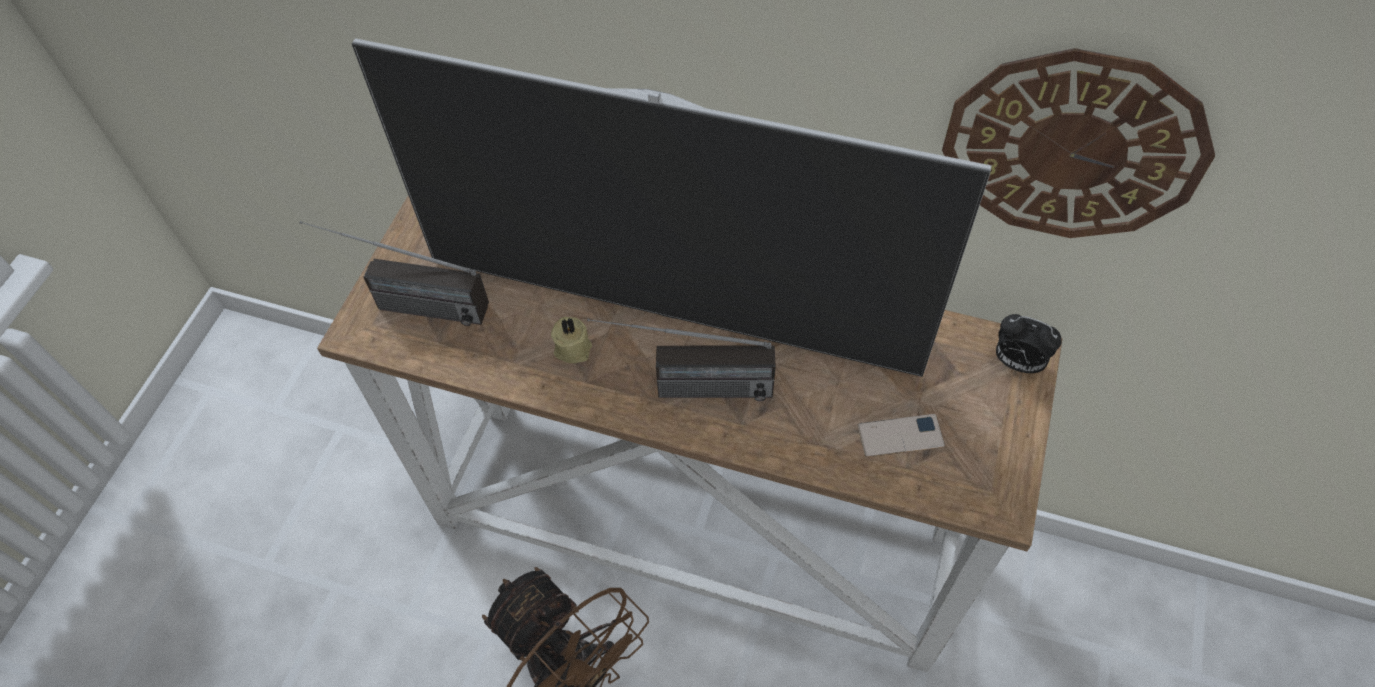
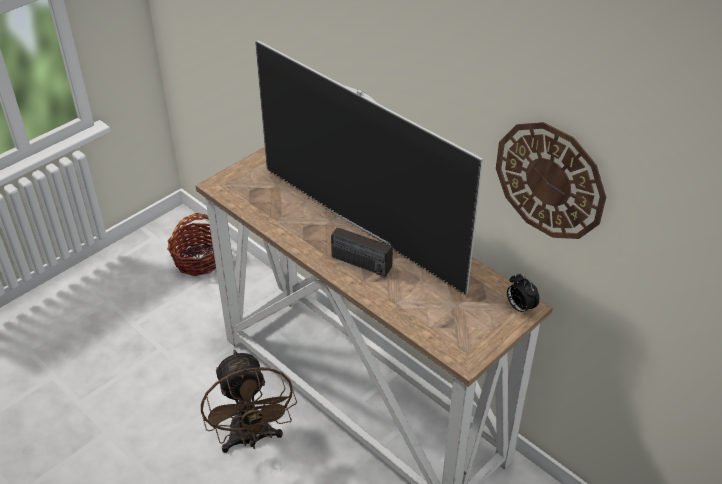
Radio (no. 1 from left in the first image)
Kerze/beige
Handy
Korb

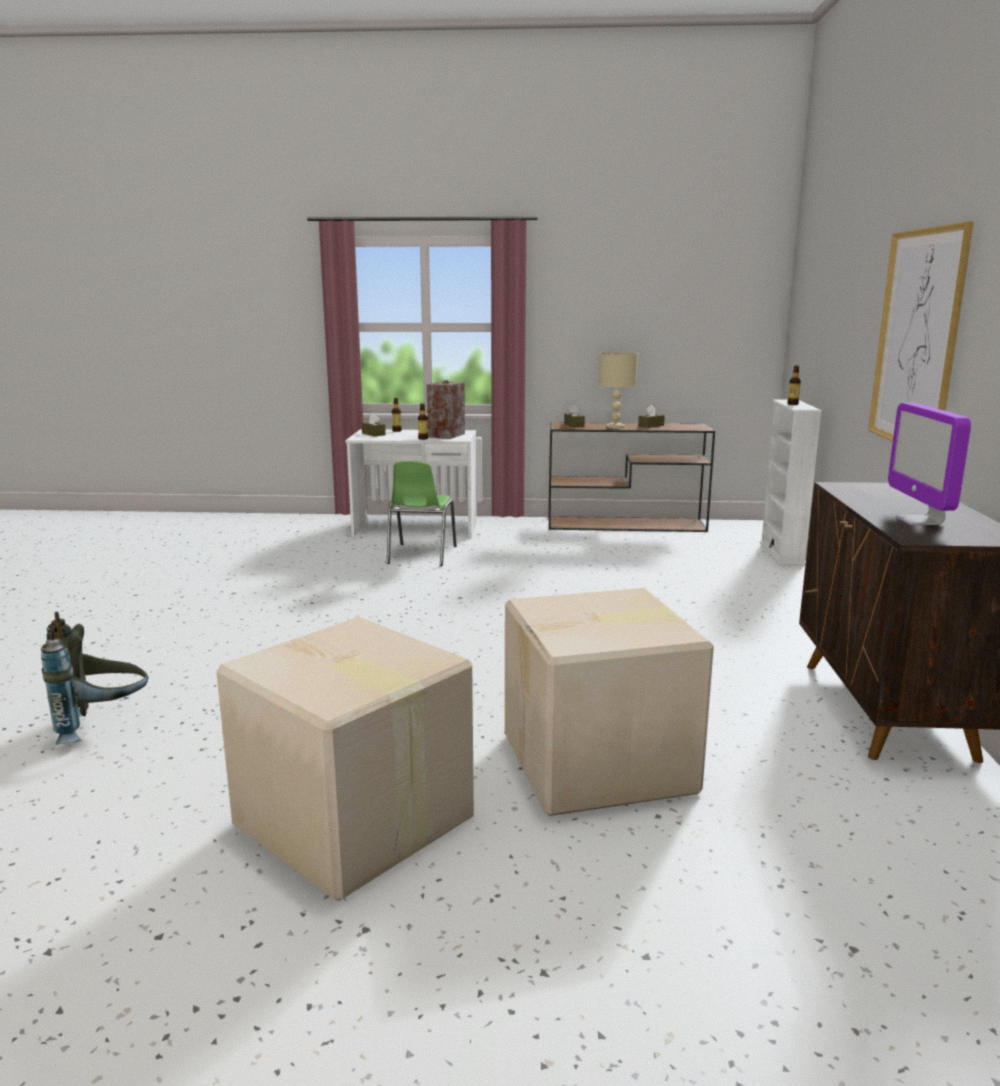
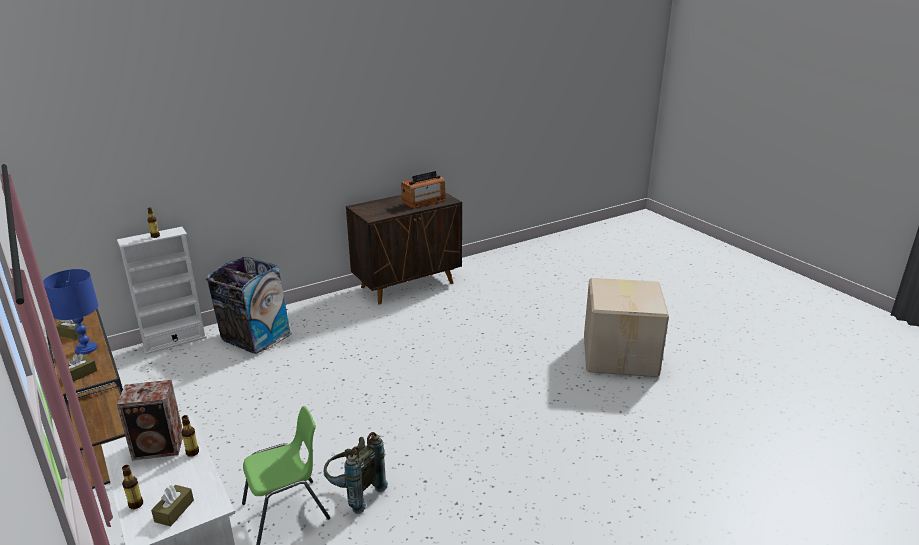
Rucksack/grau
Karton (no. 2 from left in the first image)
Tischlampe/blau
Bild
Radio
Mülleimer

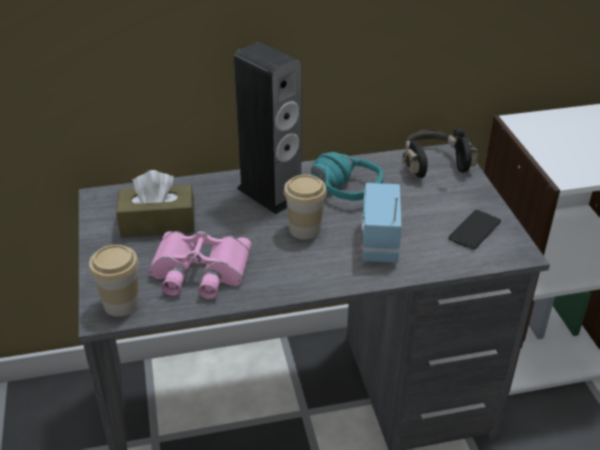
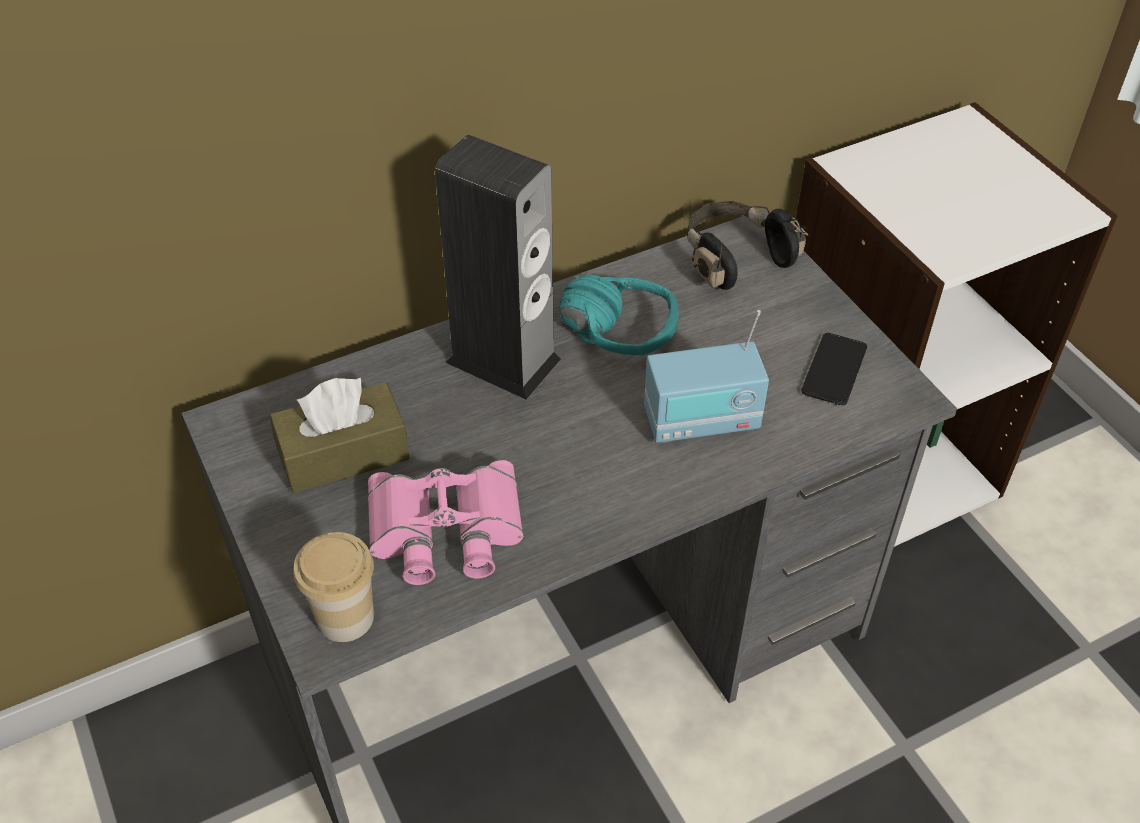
Tasse (no. 2 from left in the first image)
Radio

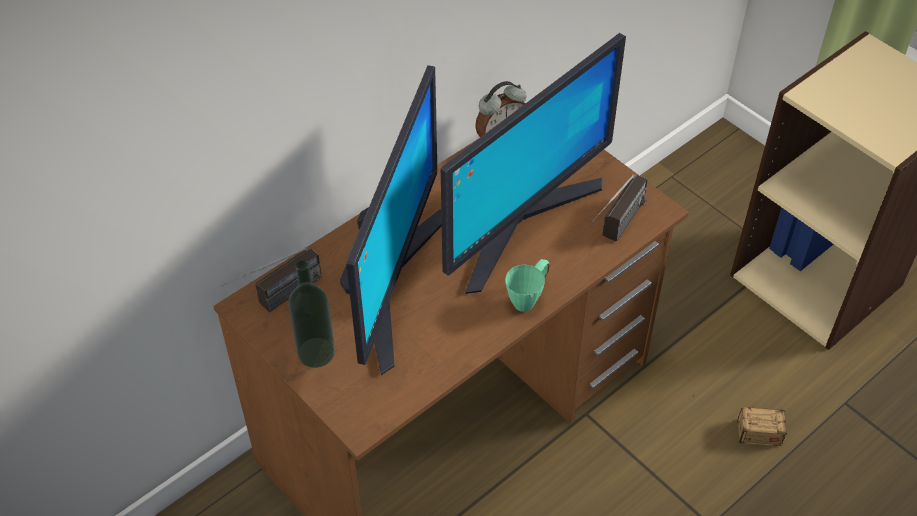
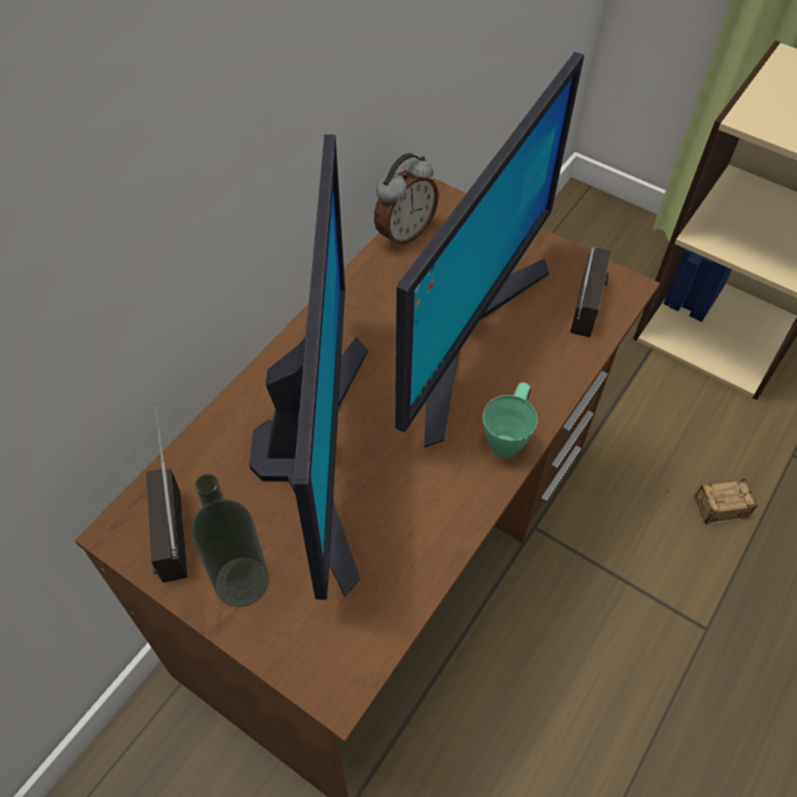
Radio (no. 1 from left)

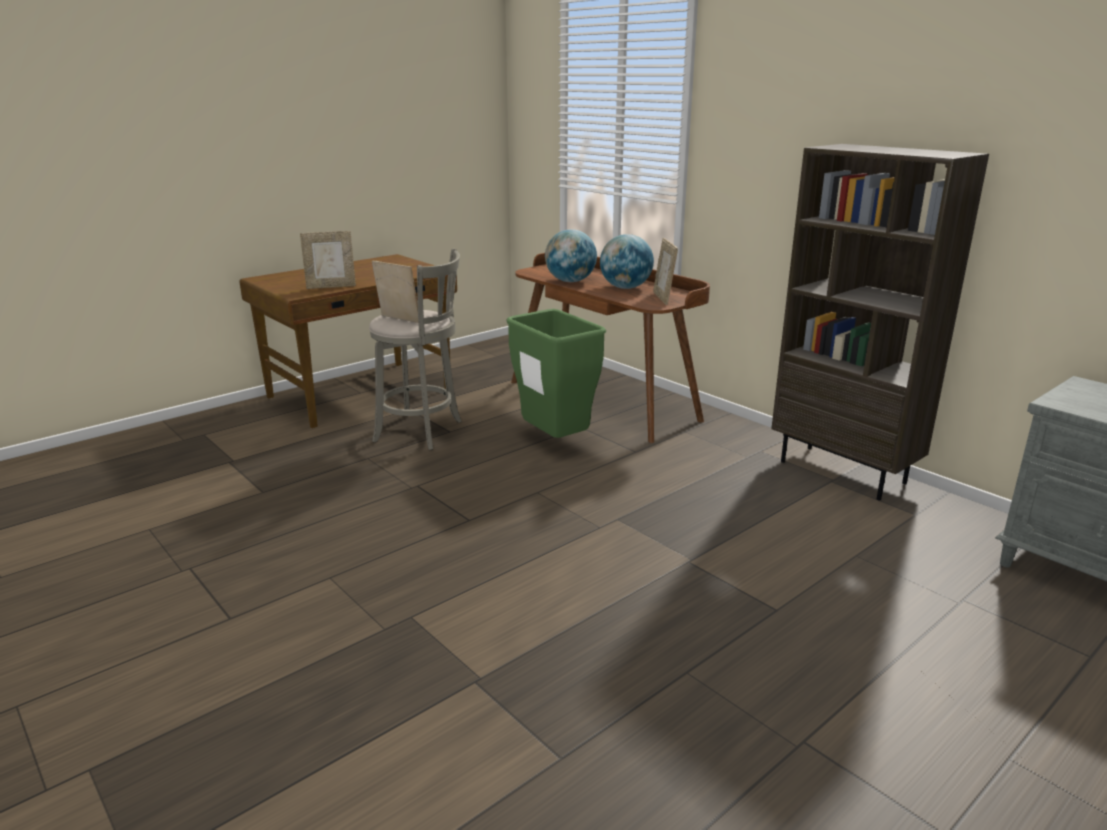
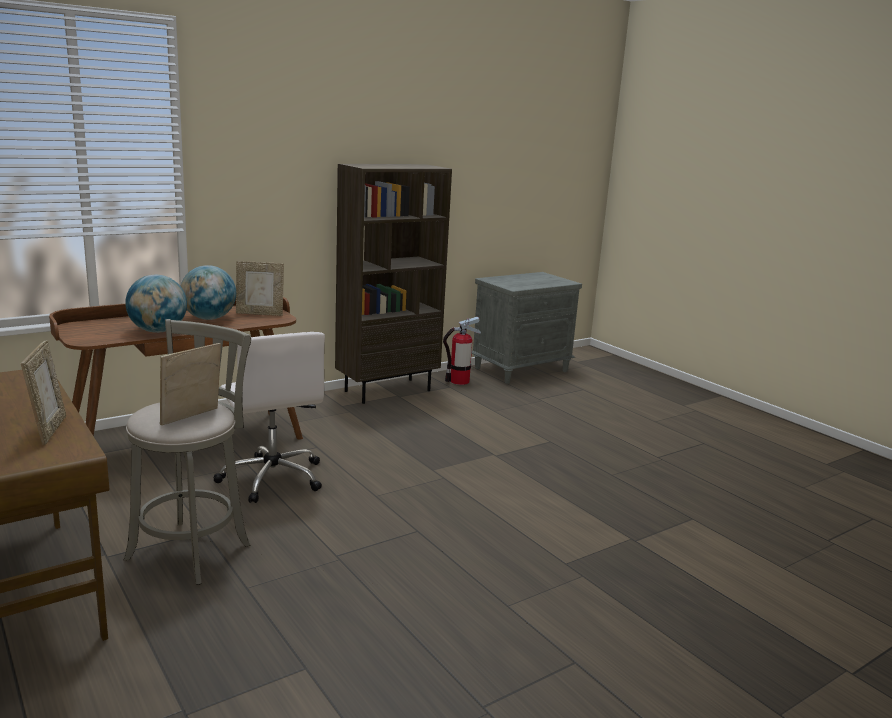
Bürostuhl/weiß
Feuerlöscher

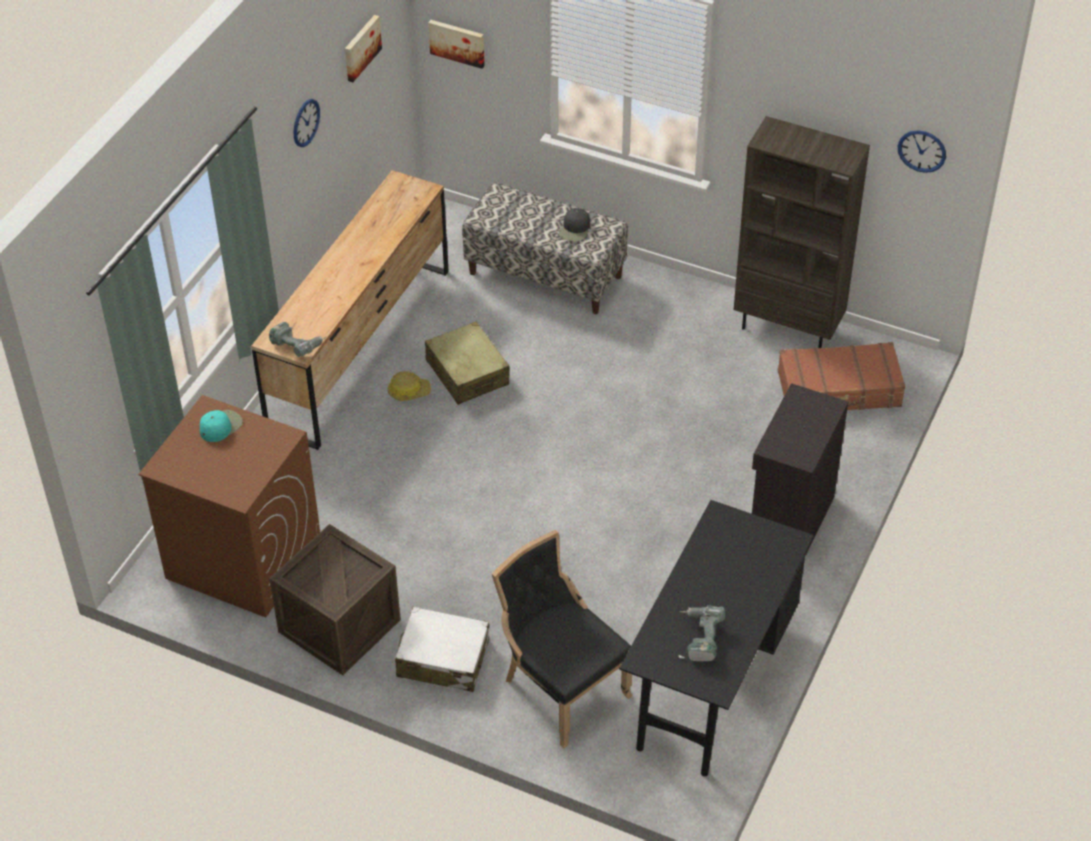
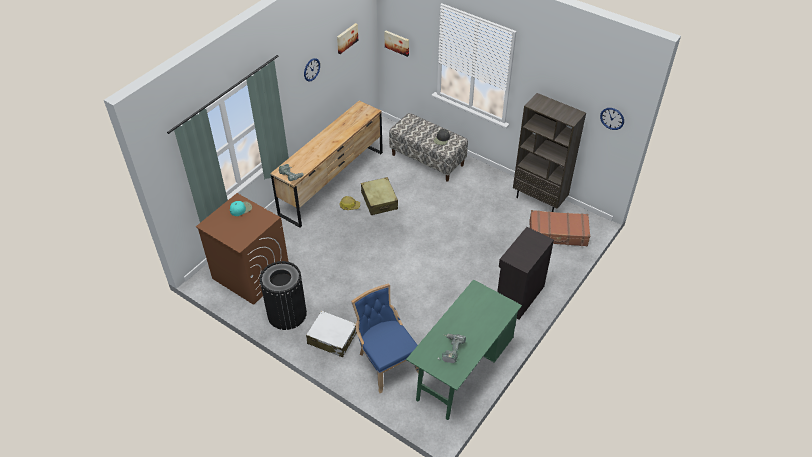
Mülleimer/schwarz
Stuhl/blau
Schreibtisch/grün

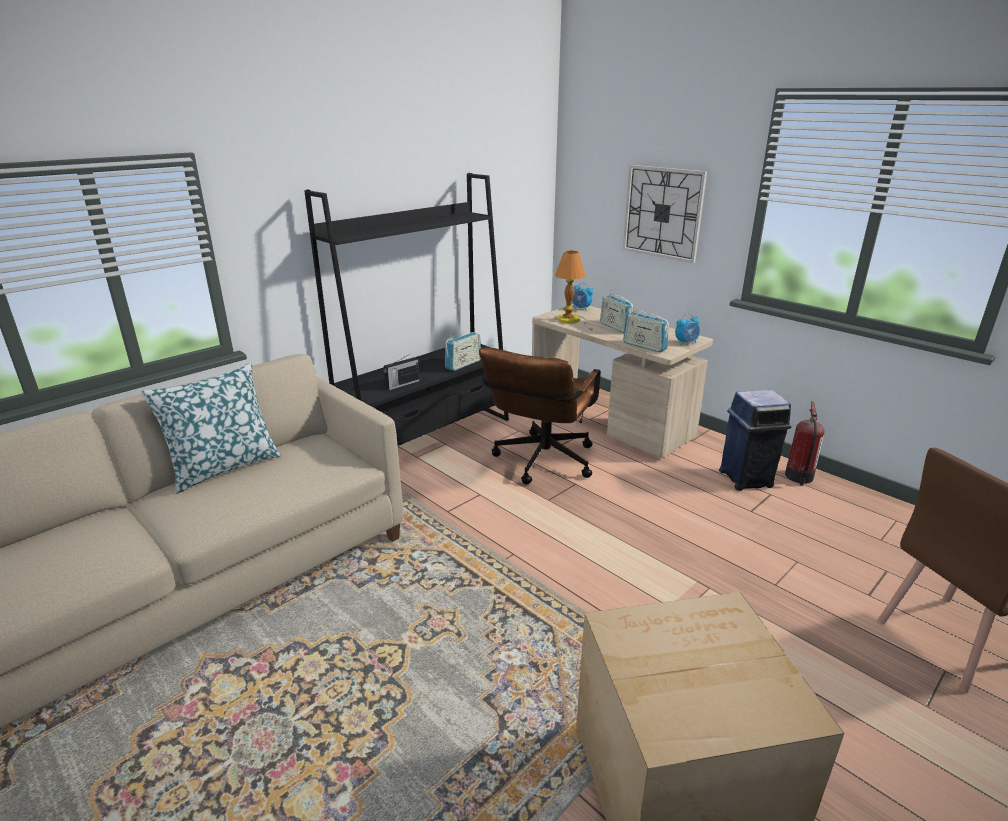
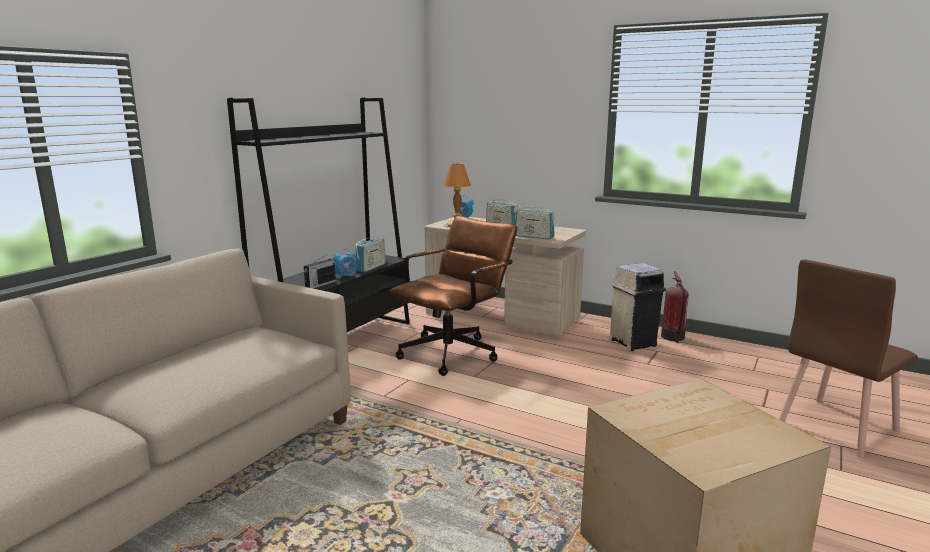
Kissen
Bürostuhl/braun
Wanduhr
Wecker (no. 1 from left)
Mülleimer/beige

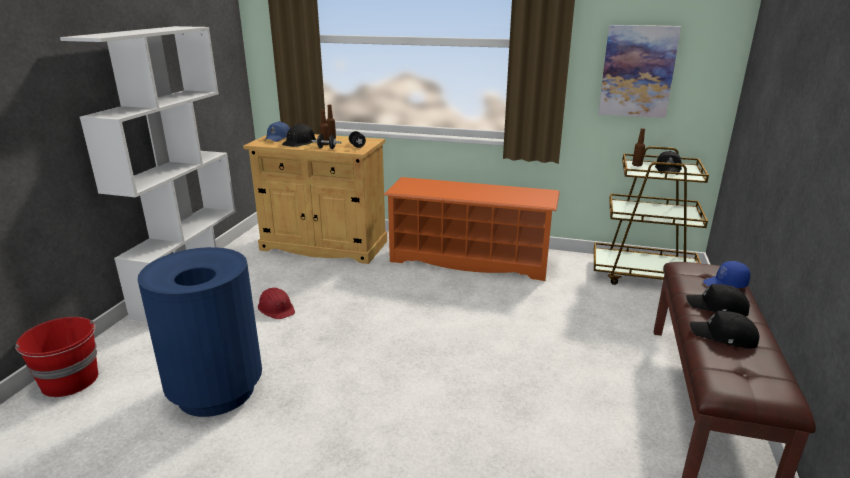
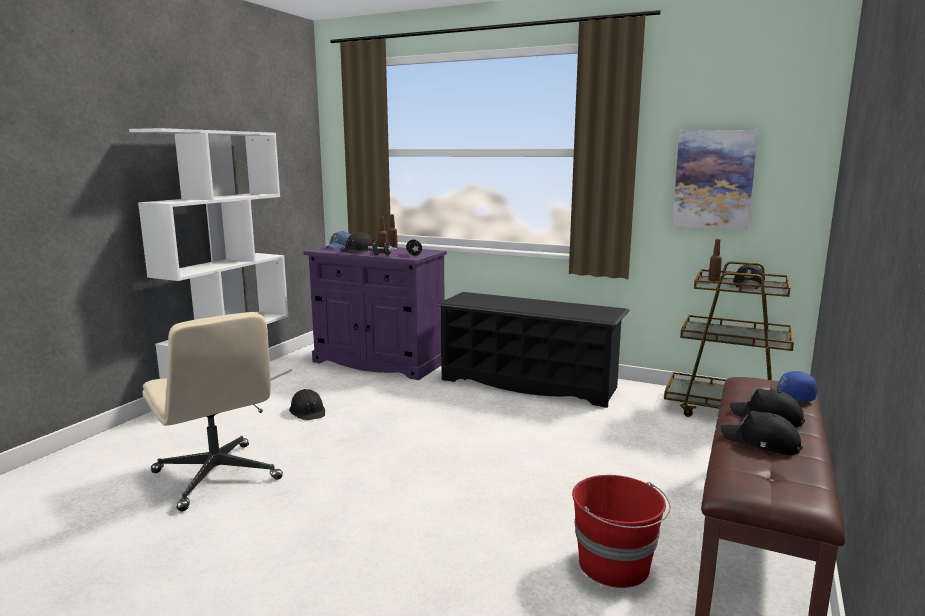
Eimer/rot
Bürostuhl/beige
Schrank/lila
Schutzhelm/schwarz (no. 1 from left)
Schuhregal/schwarz

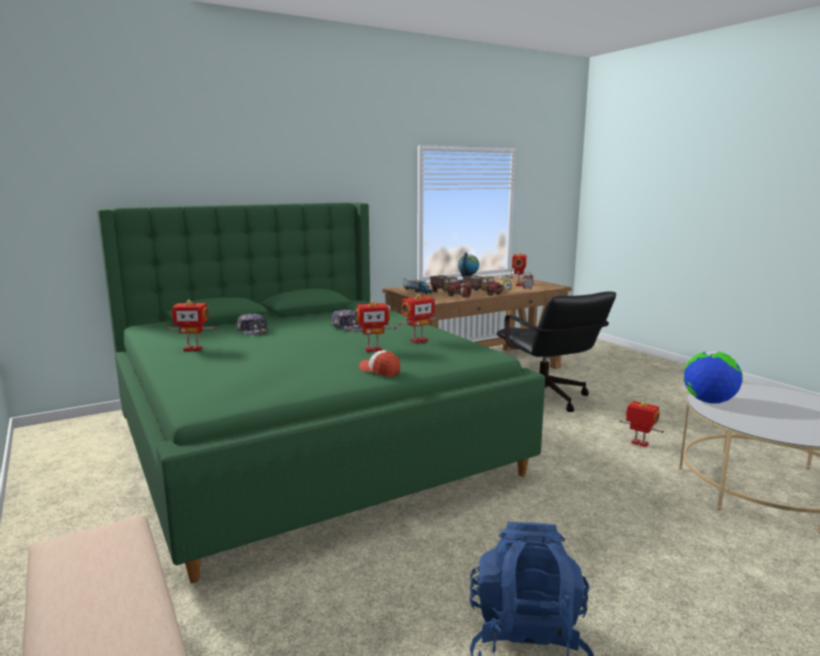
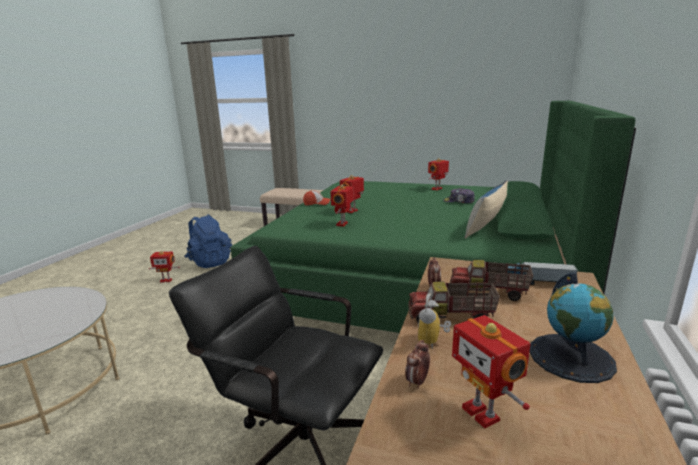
Kappe (no. 2 from left in the first image)
Spielzeugroboter (no. 1 from left)
Globus (no. 2 from left in the first image)
Kissen

